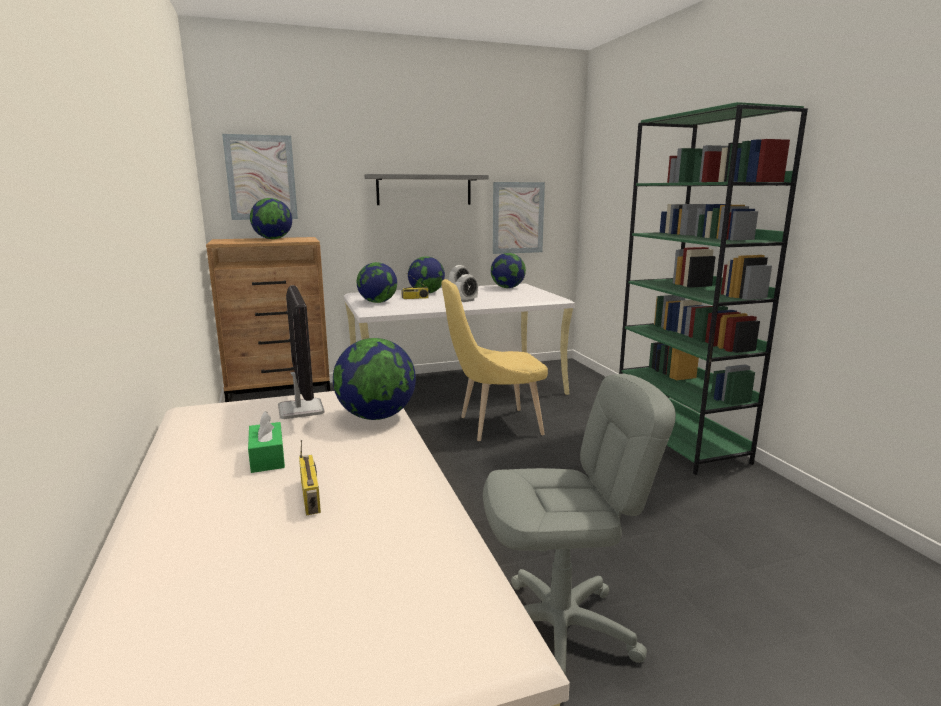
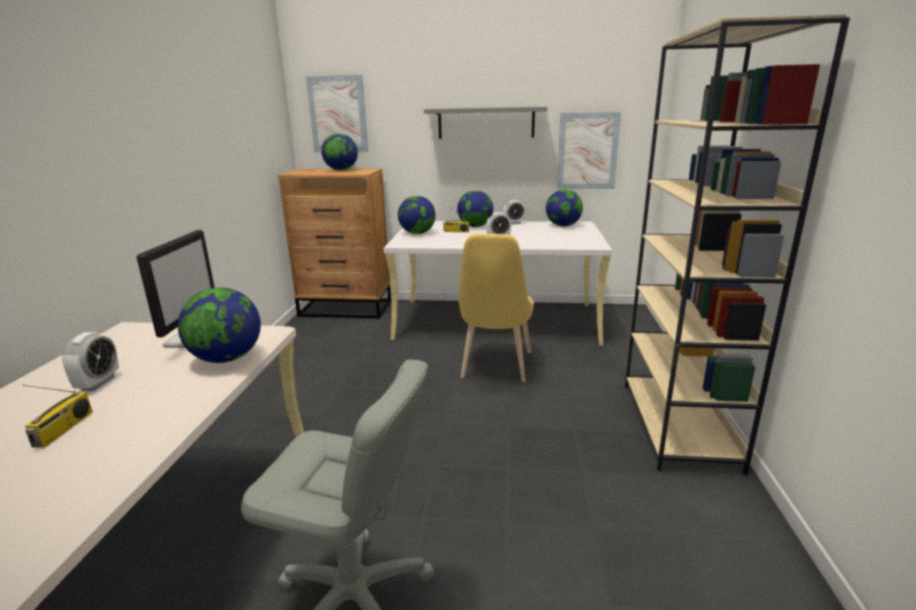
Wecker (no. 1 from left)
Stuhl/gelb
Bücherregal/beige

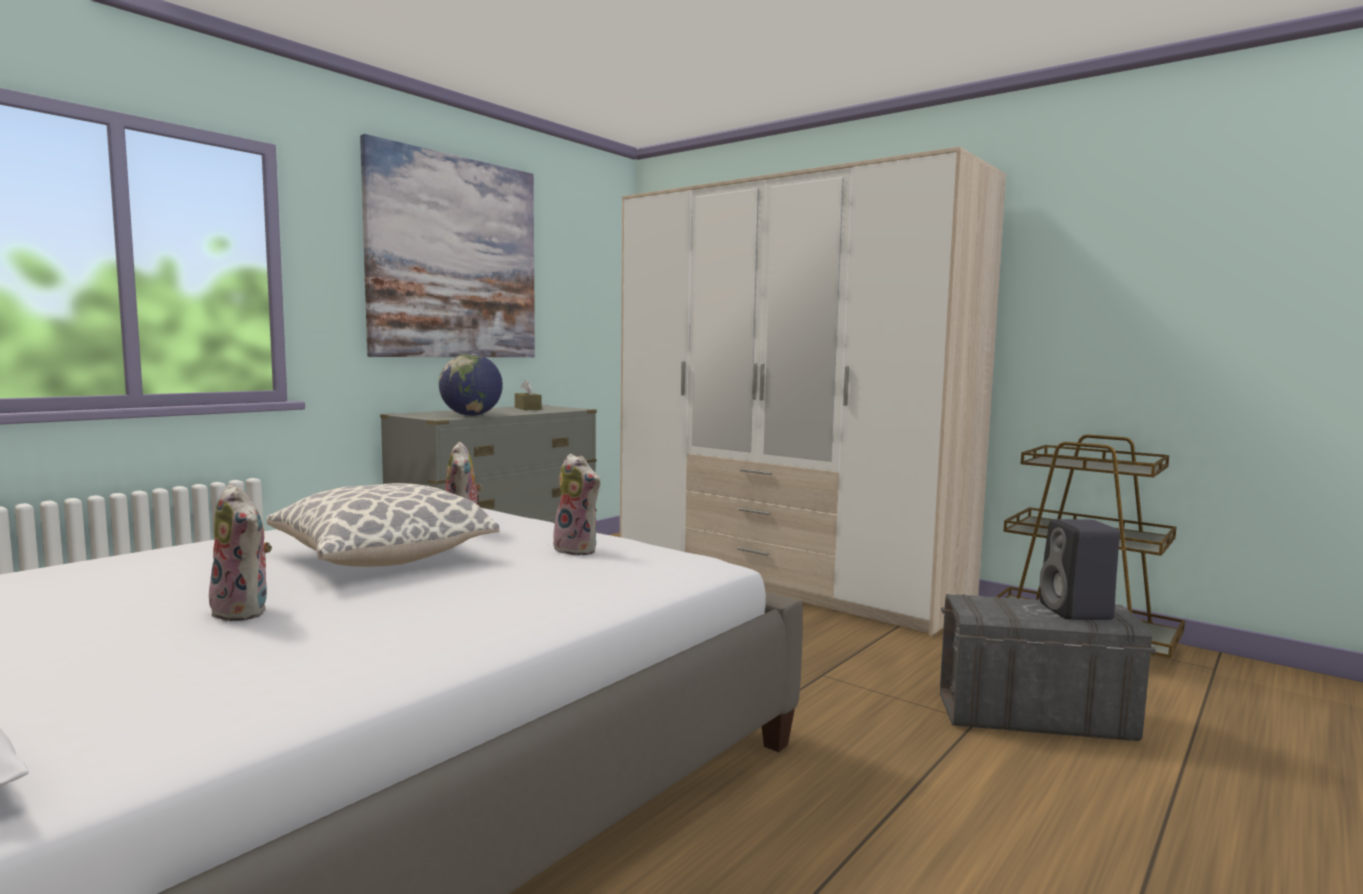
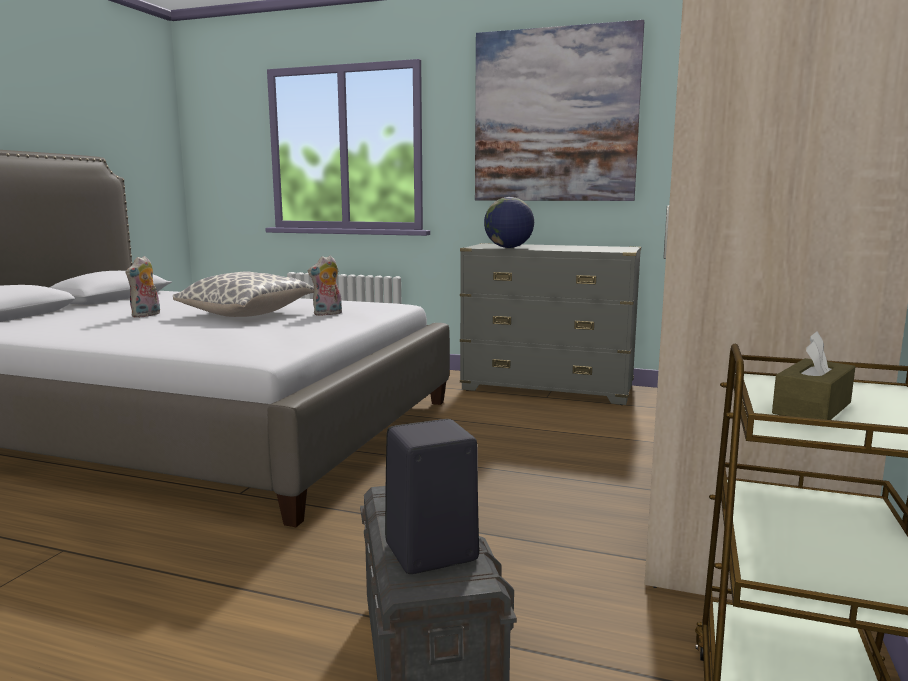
Taschentuchbox/braun
Plüschtier (no. 3 from left in the first image)

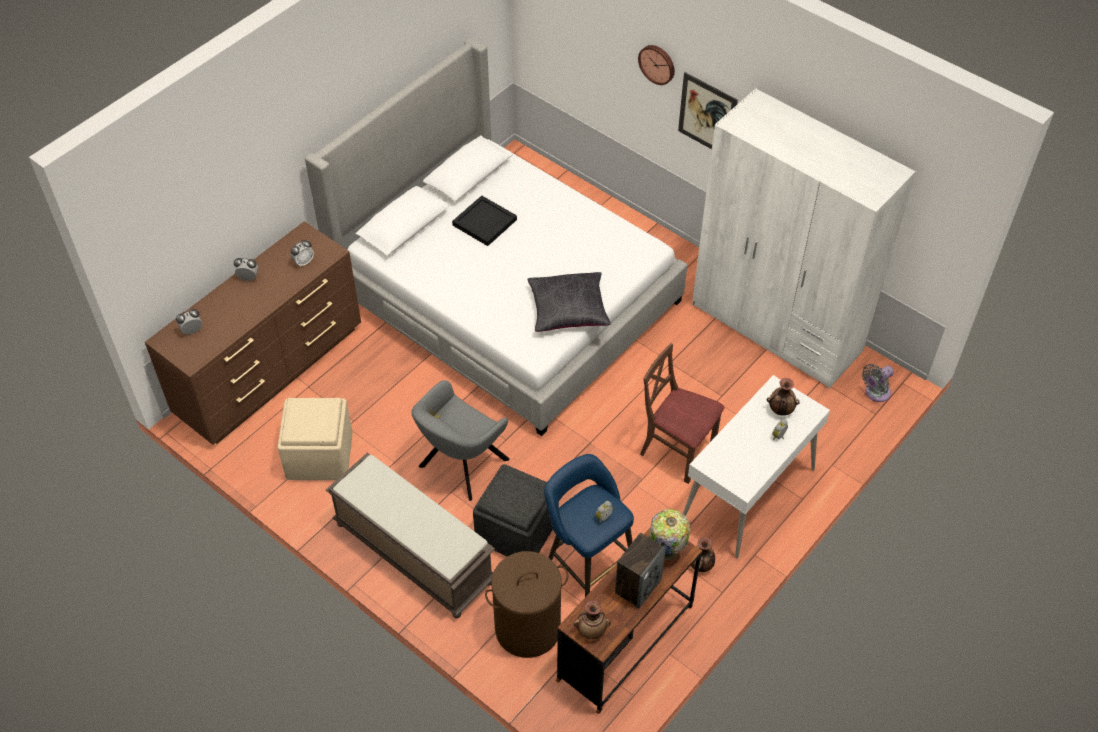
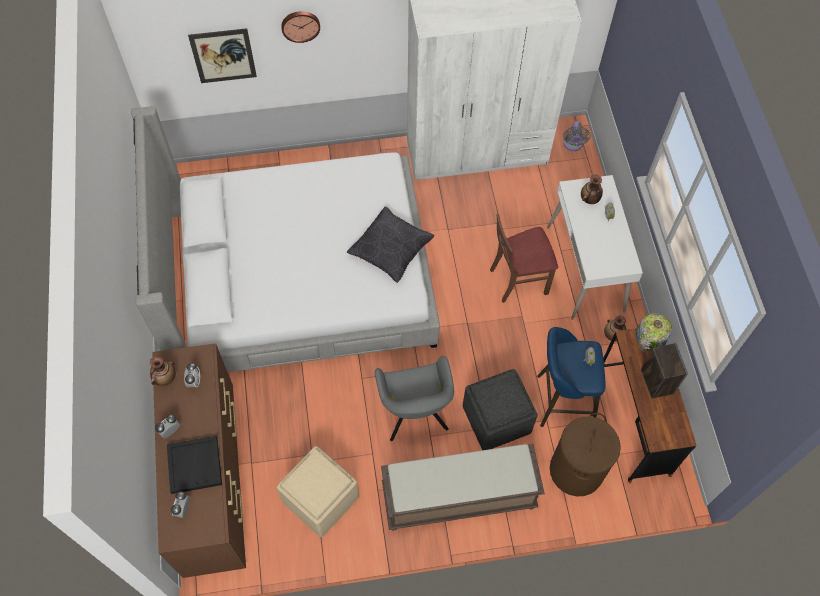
Tablett/schwarz
Vase (no. 1 from left)
Bild

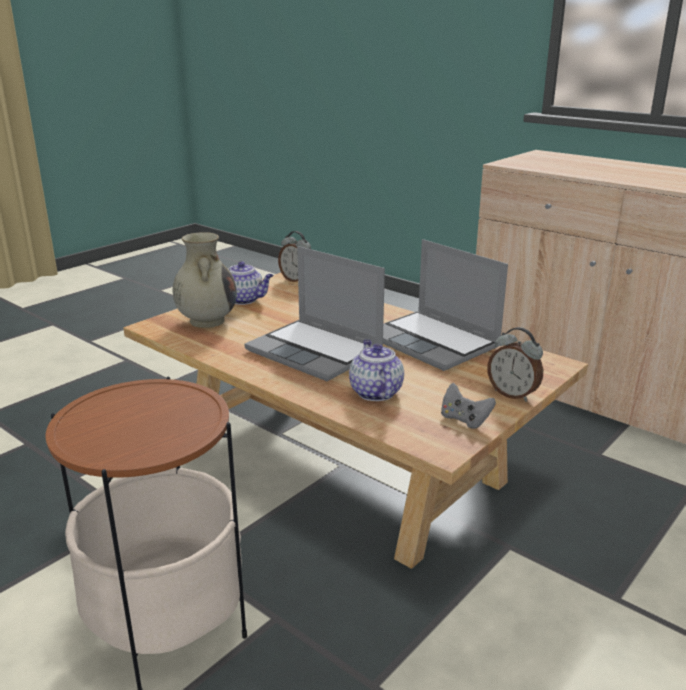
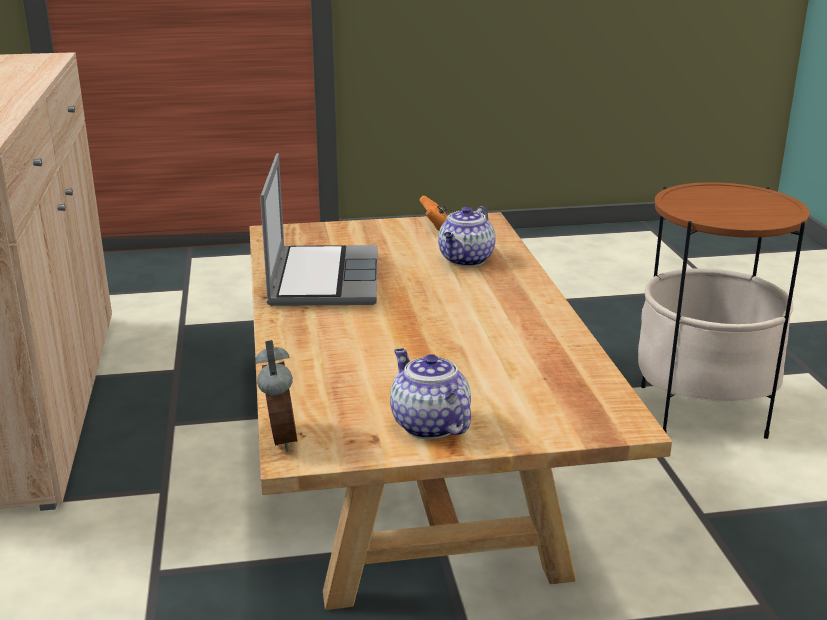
Vase/beige
Laptop (no. 1 from left in the first image)
Gamepad/orange
Wecker (no. 2 from left in the first image)

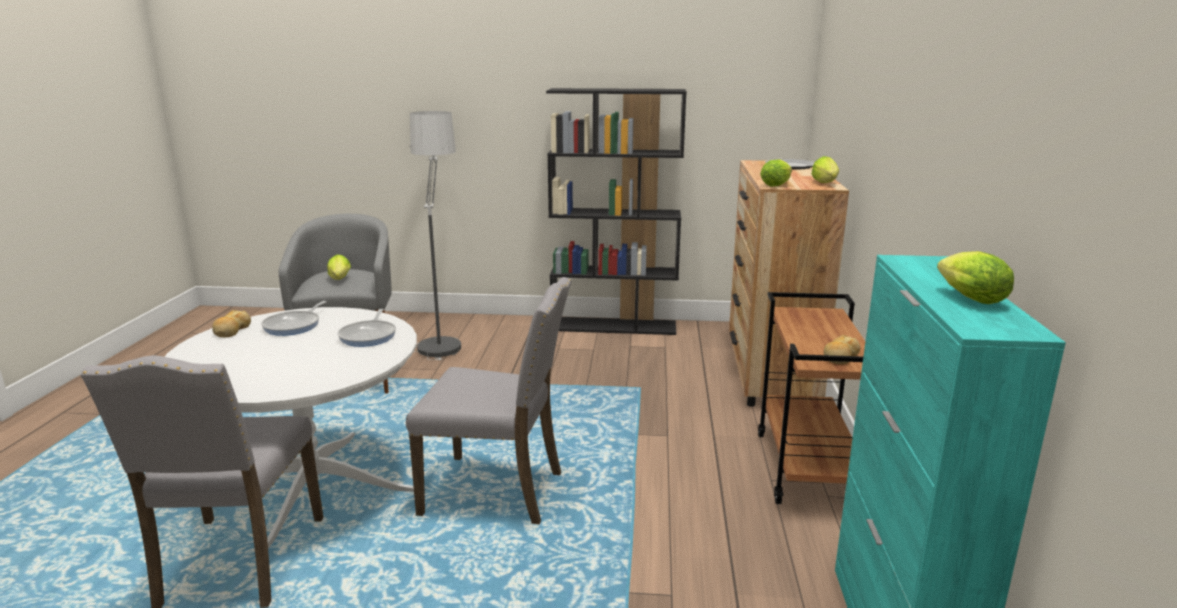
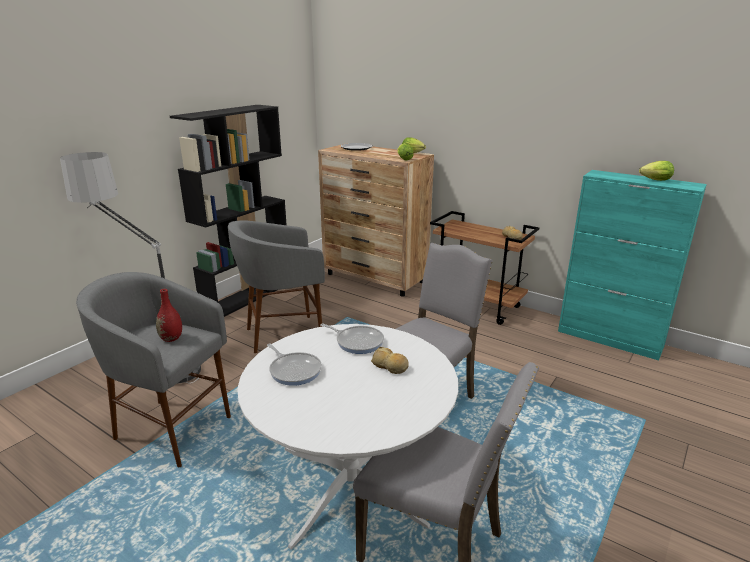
Brot (no. 1 from left)
Vase/rot
Hocker/grau (no. 2 from left)

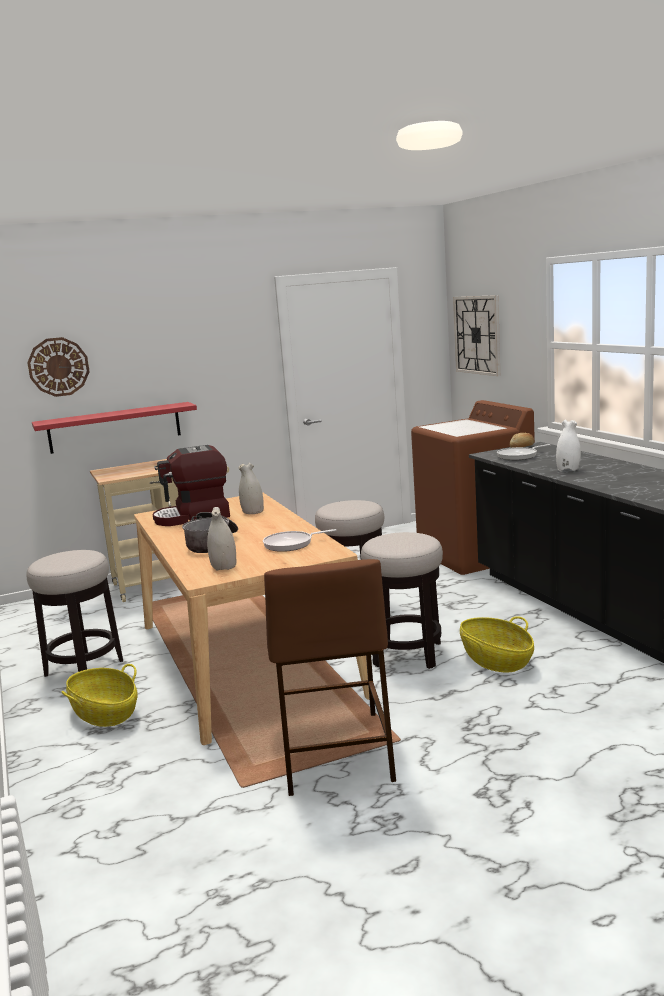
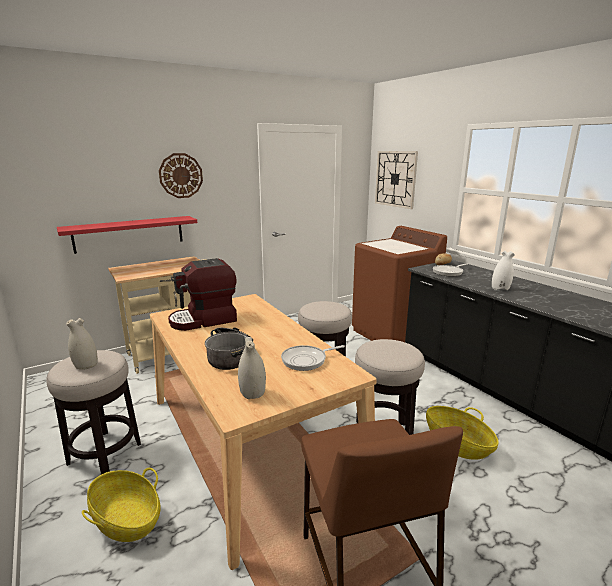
Wanduhr (no. 1 from left)
Vase/weiß (no. 1 from left)

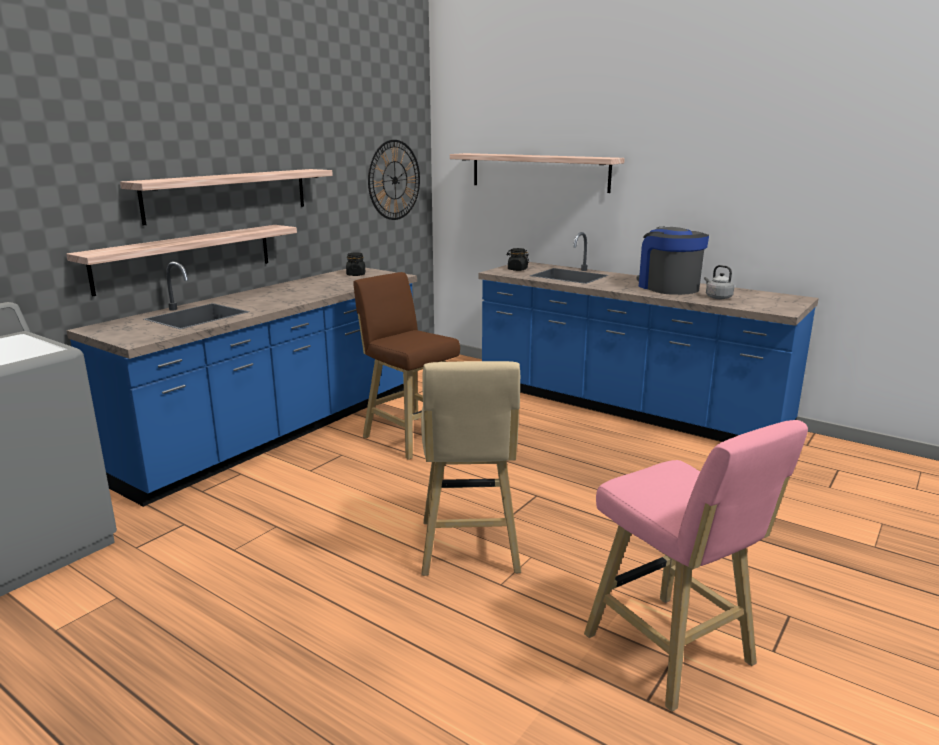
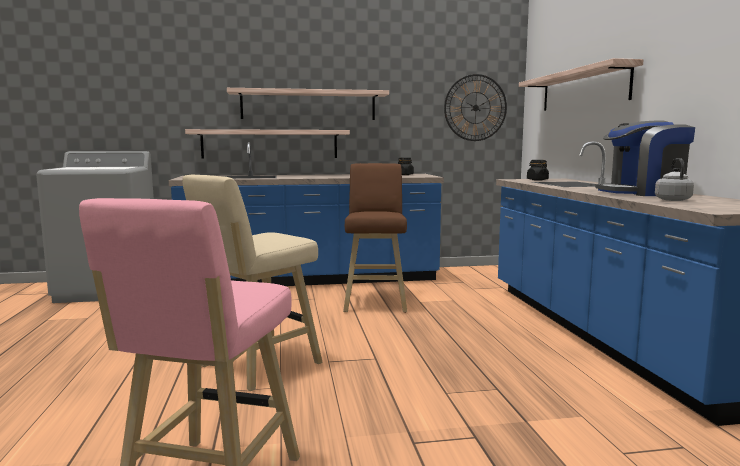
Kaffeemaschine

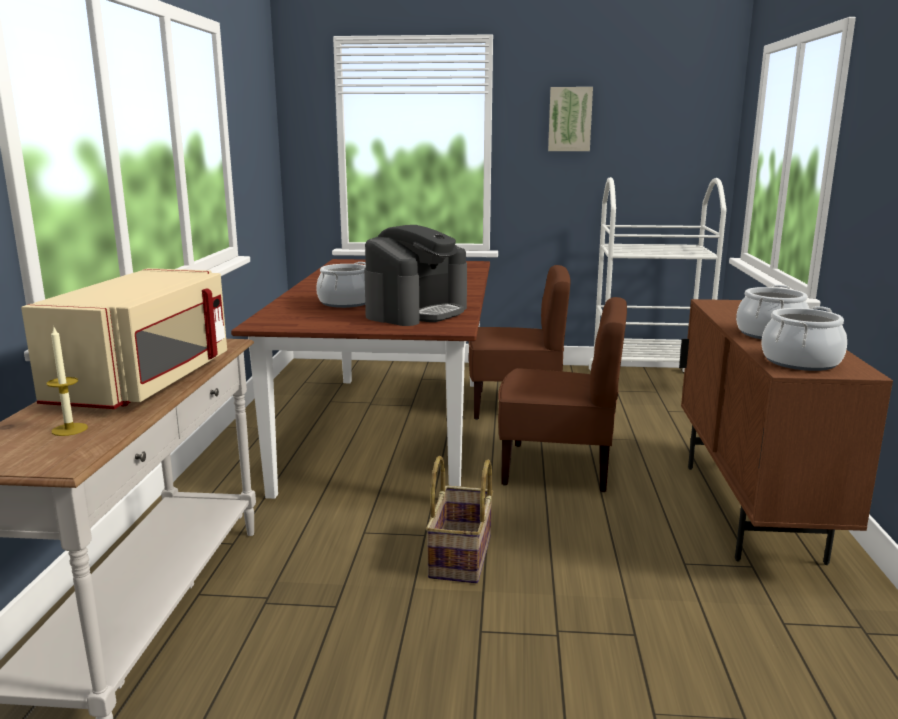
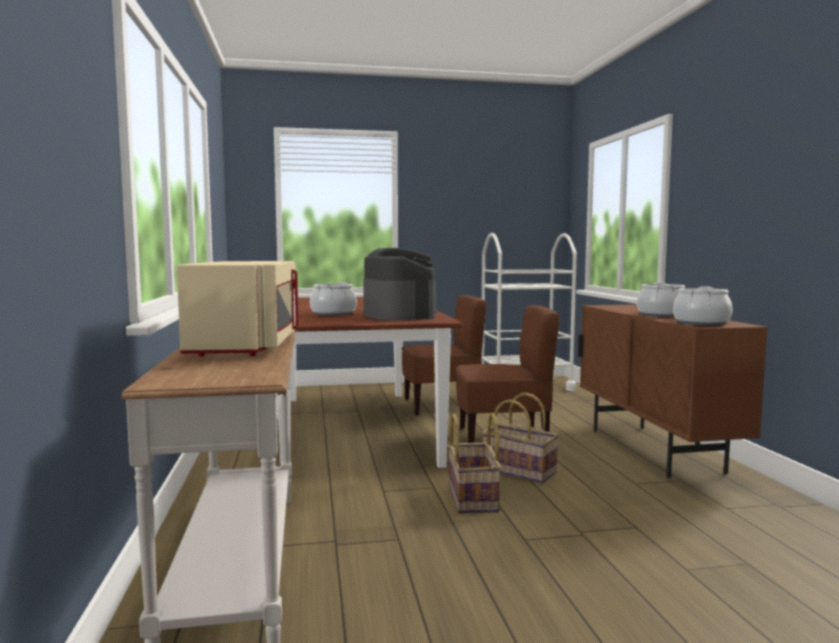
Kerze
Kaffeemaschine
Bild
Korb (no. 2 from left)

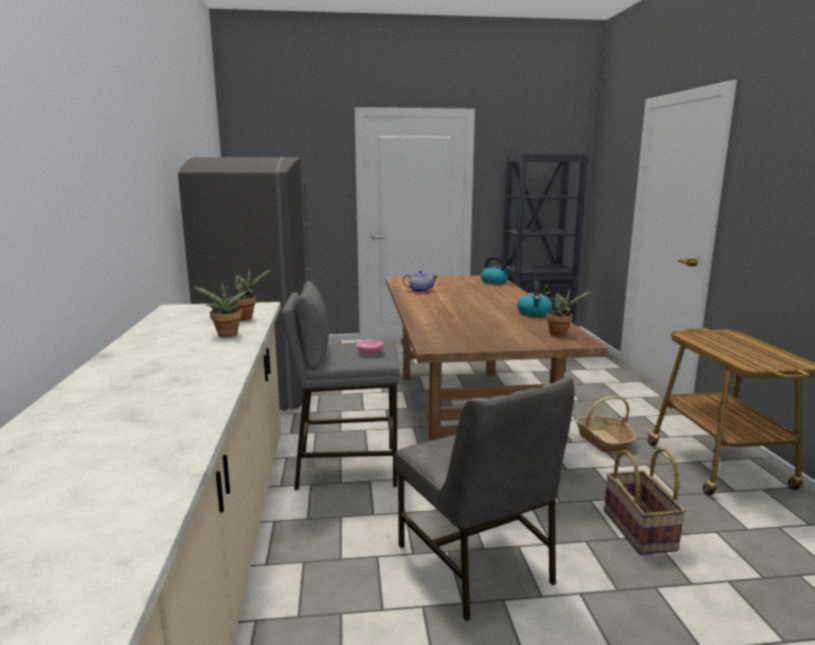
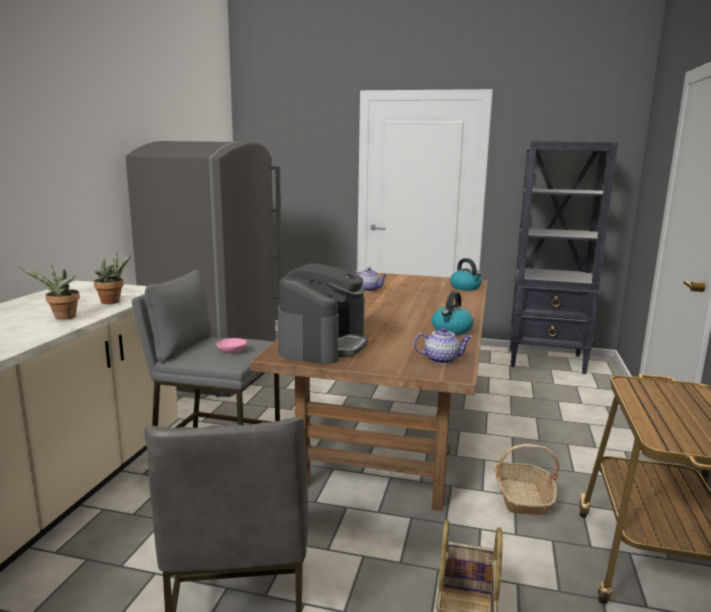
Teekanne (no. 2 from left)
Kaffeemaschine

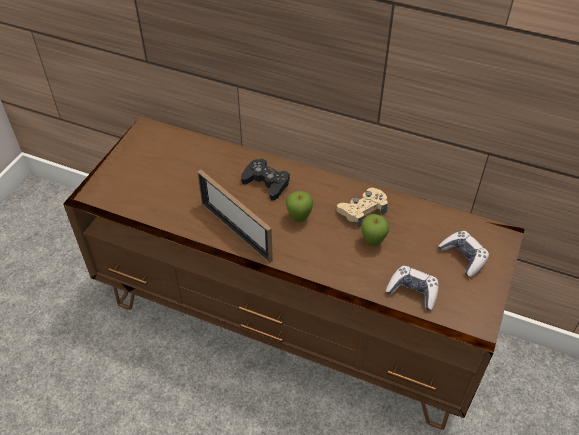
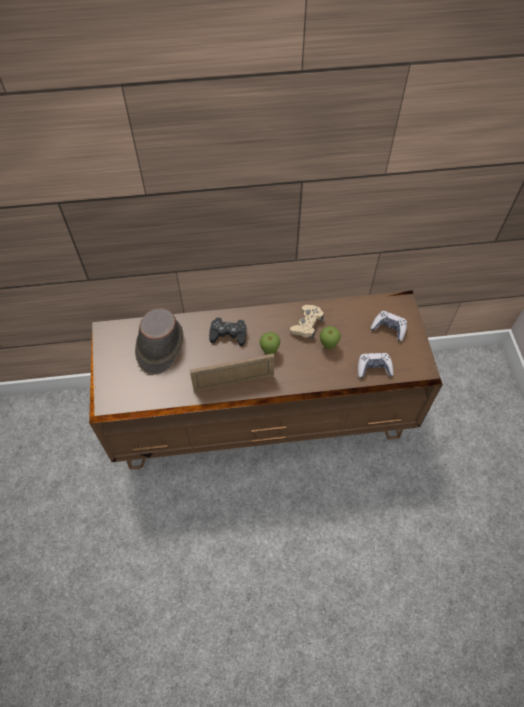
Bilderrahmen
Hut/braun

